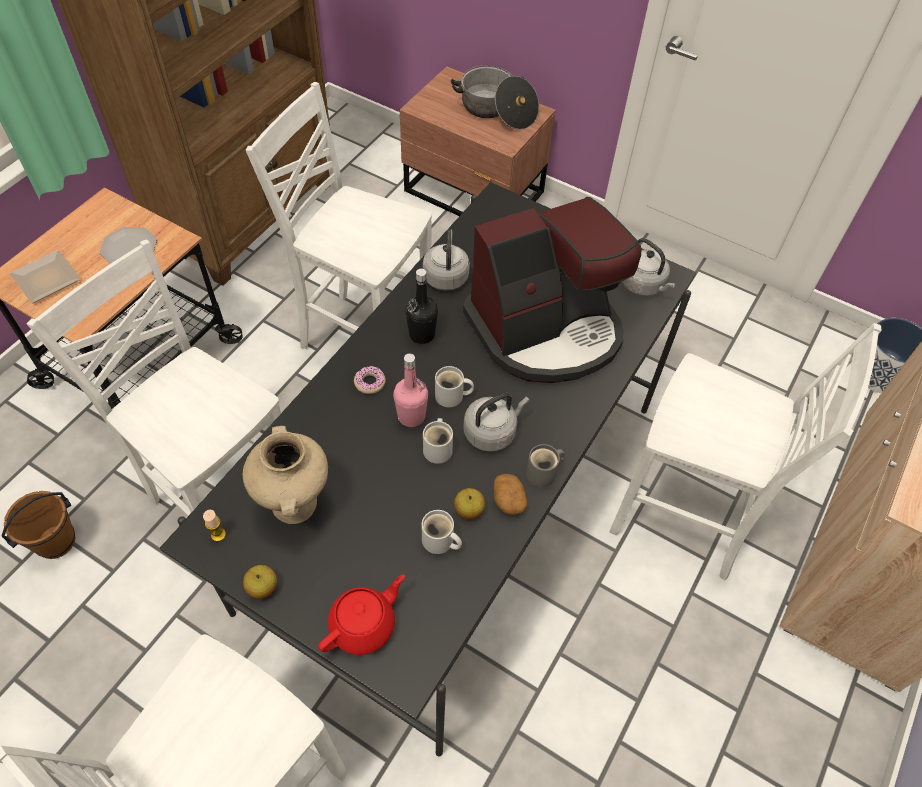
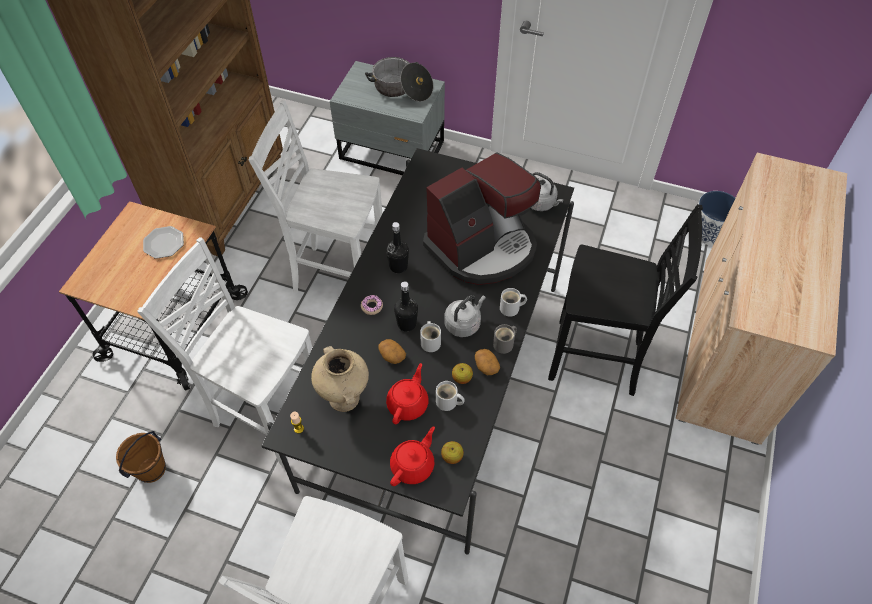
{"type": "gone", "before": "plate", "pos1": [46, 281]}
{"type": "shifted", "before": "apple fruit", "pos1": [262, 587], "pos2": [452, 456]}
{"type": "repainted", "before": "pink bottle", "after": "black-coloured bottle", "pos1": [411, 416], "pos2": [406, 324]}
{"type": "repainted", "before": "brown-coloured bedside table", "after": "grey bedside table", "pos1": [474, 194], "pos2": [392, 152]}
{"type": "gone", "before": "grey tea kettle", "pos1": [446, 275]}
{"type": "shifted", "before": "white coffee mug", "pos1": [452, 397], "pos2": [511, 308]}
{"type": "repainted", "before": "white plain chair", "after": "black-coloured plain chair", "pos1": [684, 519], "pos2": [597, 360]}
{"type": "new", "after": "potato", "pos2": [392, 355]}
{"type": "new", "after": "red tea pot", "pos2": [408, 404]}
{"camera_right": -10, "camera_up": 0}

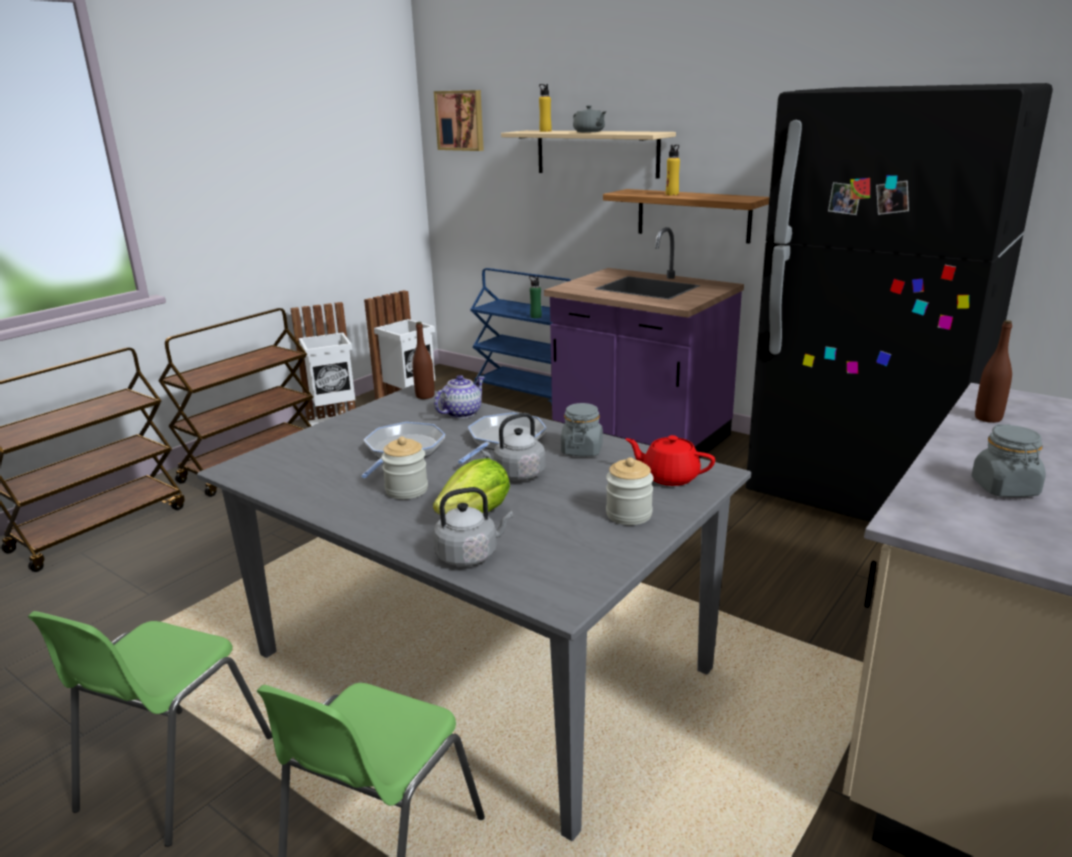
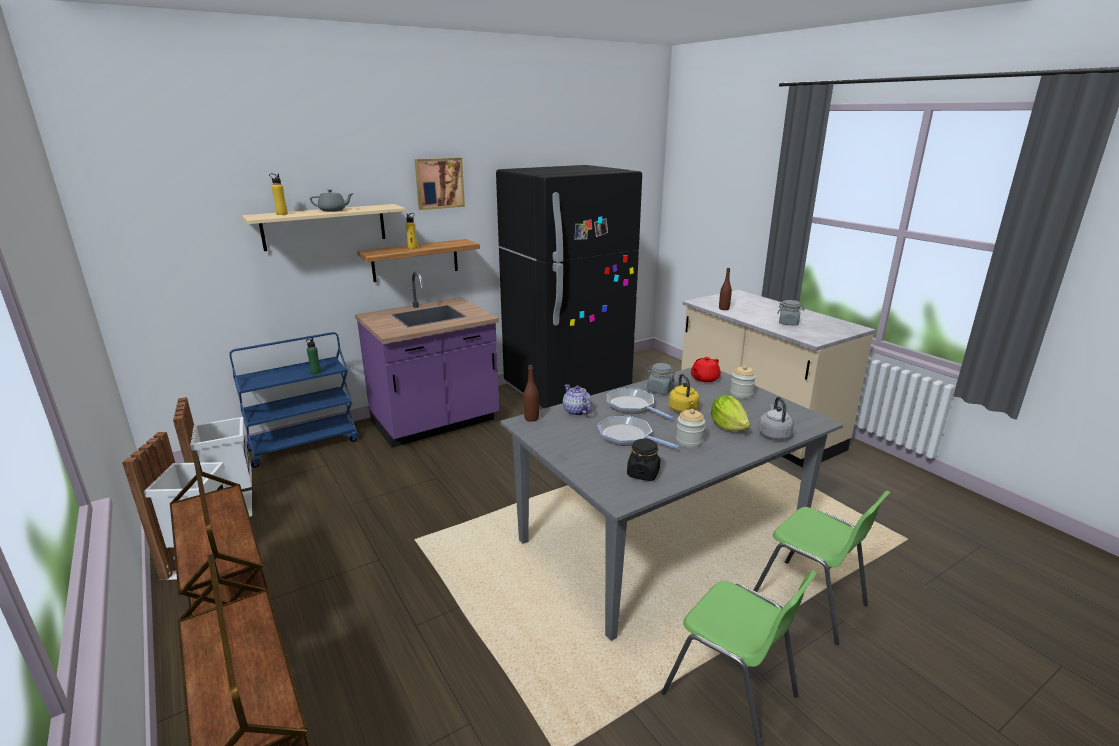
{"type": "shifted", "before": "wall picture", "pos1": [460, 120], "pos2": [439, 183]}
{"type": "repainted", "before": "grey tea kettle", "after": "yellowish tea kettle", "pos1": [517, 475], "pos2": [683, 410]}
{"type": "new", "after": "black-coloured preserve jar", "pos2": [643, 473]}
{"camera_right": -70, "camera_up": 0}

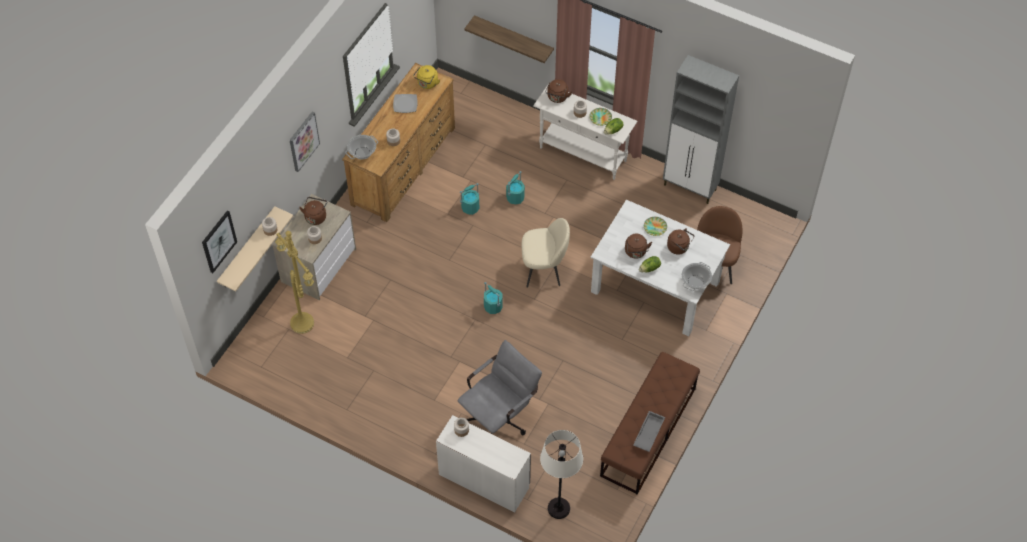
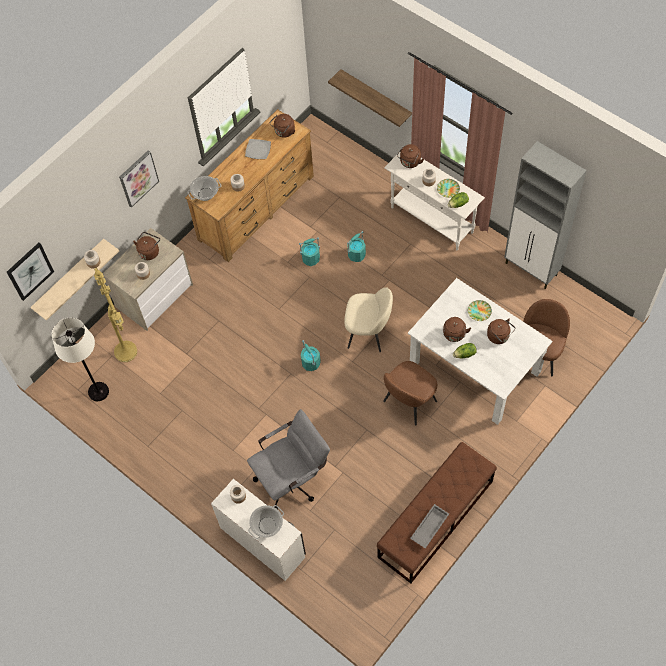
{"type": "repainted", "before": "yellowish tea kettle", "after": "brown-coloured tea kettle", "pos1": [427, 84], "pos2": [284, 132]}
{"type": "shifted", "before": "white floor lamp", "pos1": [558, 508], "pos2": [98, 391]}
{"type": "shifted", "before": "cooking pot", "pos1": [695, 282], "pos2": [267, 525]}
{"type": "new", "after": "brown-coloured plain chair", "pos2": [409, 402]}
{"camera_right": 15, "camera_up": 5}

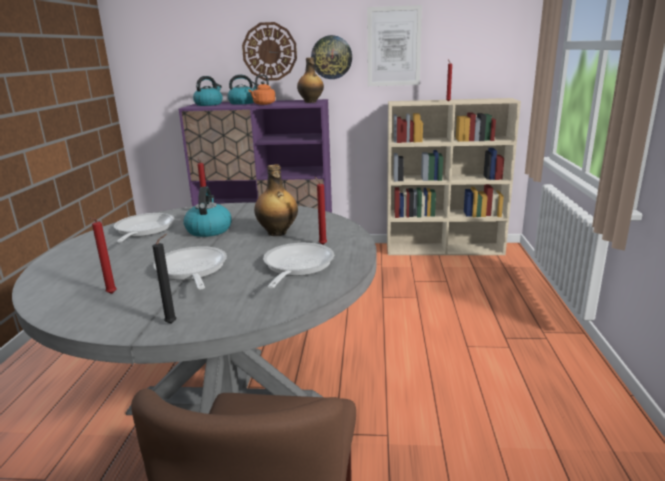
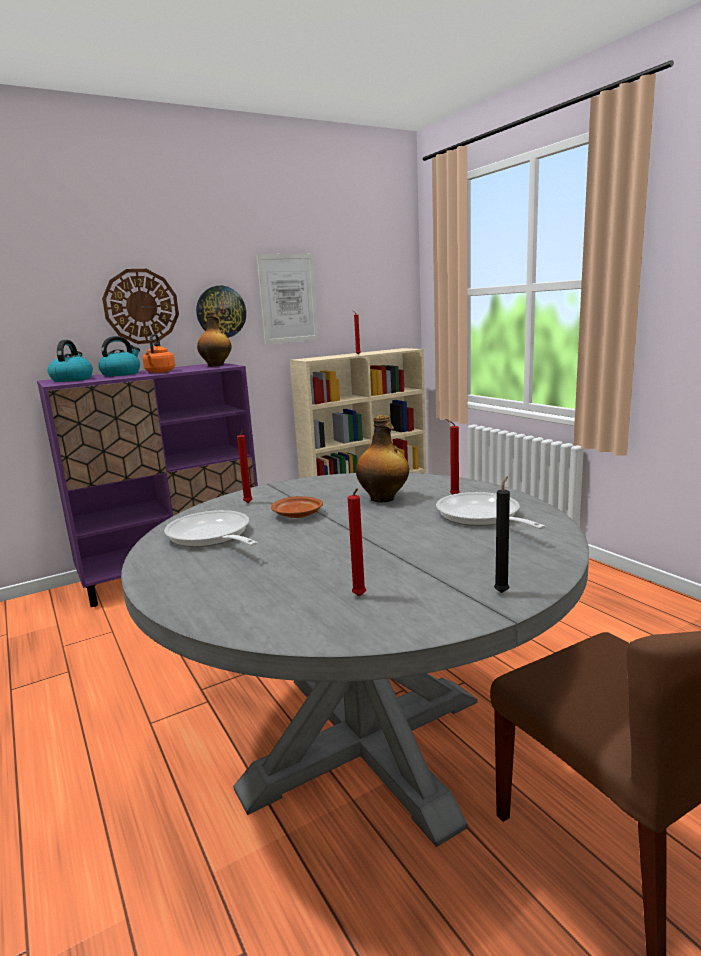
{"type": "gone", "before": "pan", "pos1": [192, 271]}
{"type": "swapped", "before": "tea kettle", "after": "brown-coloured plate", "pos1": [209, 230], "pos2": [298, 515]}
{"camera_right": -35, "camera_up": -5}

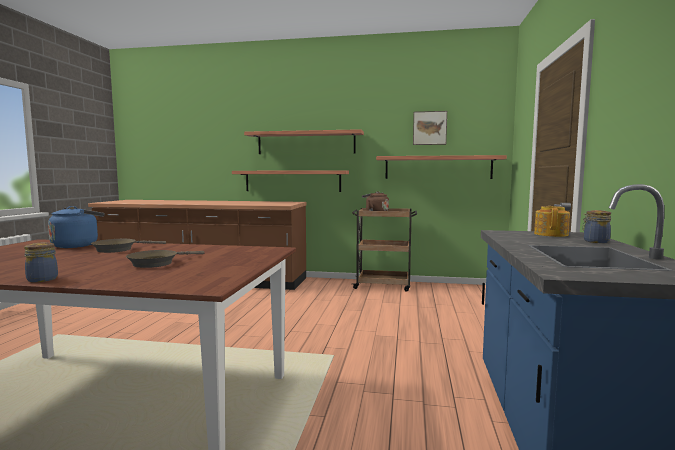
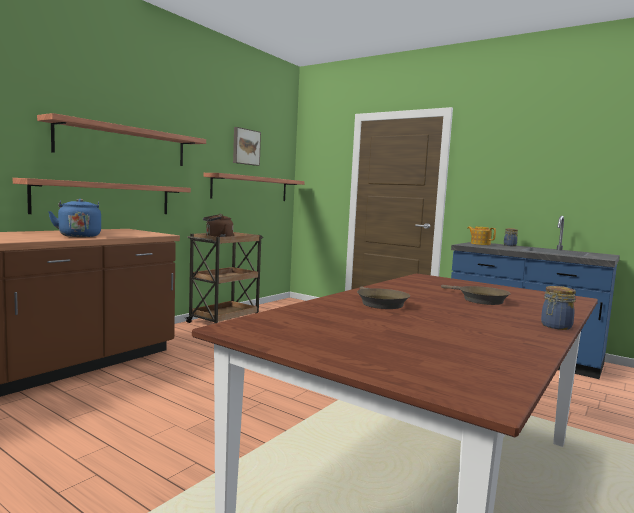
{"type": "shifted", "before": "blue tea kettle", "pos1": [78, 245], "pos2": [79, 236]}
{"camera_right": -65, "camera_up": 0}

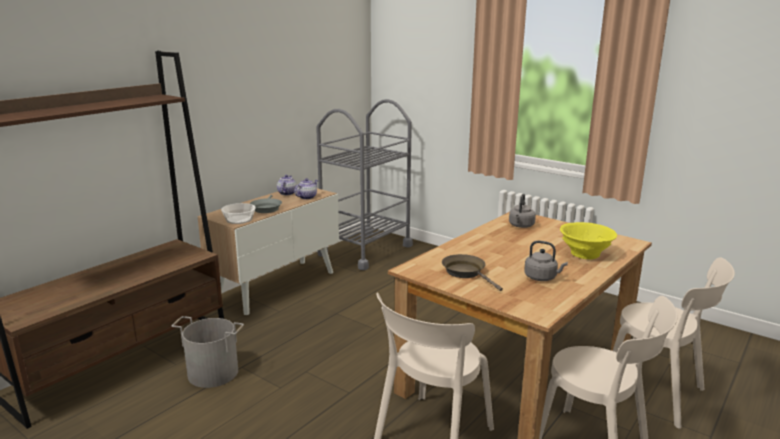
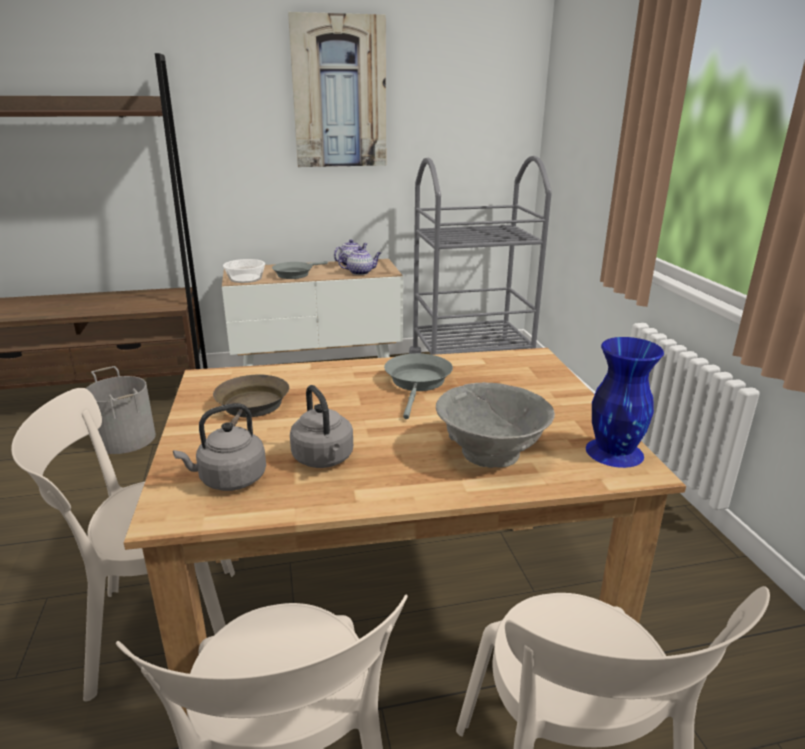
{"type": "shifted", "before": "grey tea kettle", "pos1": [521, 226], "pos2": [229, 480]}
{"type": "repainted", "before": "yellowish bowl", "after": "grey bowl", "pos1": [585, 254], "pos2": [491, 452]}
{"type": "new", "after": "wall picture", "pos2": [339, 93]}
{"type": "new", "after": "grey pan", "pos2": [418, 383]}
{"type": "new", "after": "blue decorative vase", "pos2": [613, 451]}
{"camera_right": 40, "camera_up": 5}

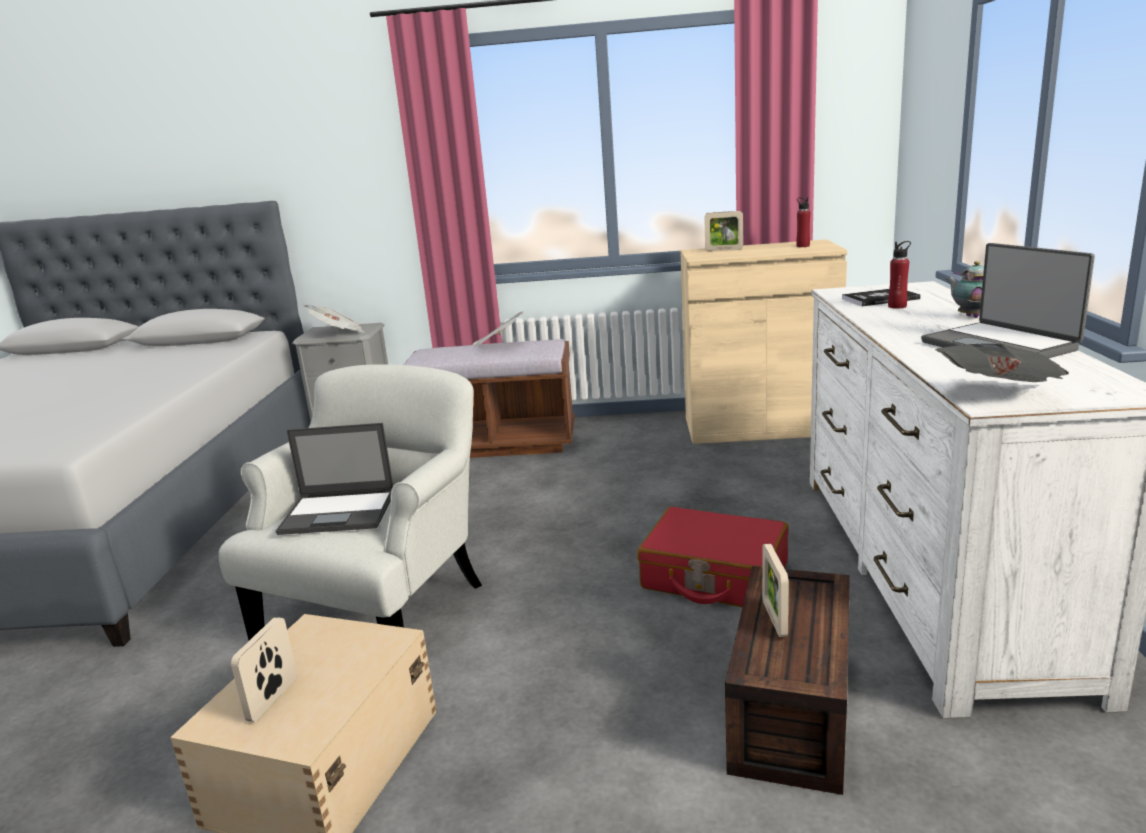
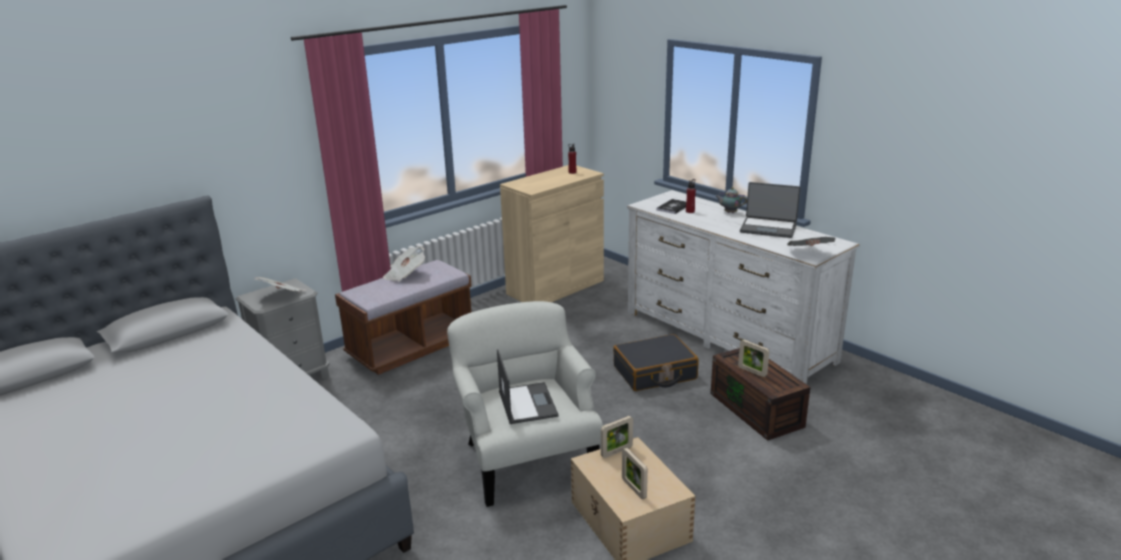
{"type": "rotated", "before": "laptop", "pos1": [340, 513], "pos2": [527, 403], "turn": -60}
{"type": "repainted", "before": "red piece of luggage", "after": "black-coloured piece of luggage", "pos1": [714, 576], "pos2": [654, 373]}
{"type": "shifted", "before": "picture frame", "pos1": [724, 250], "pos2": [616, 451]}
{"camera_right": -45, "camera_up": 5}

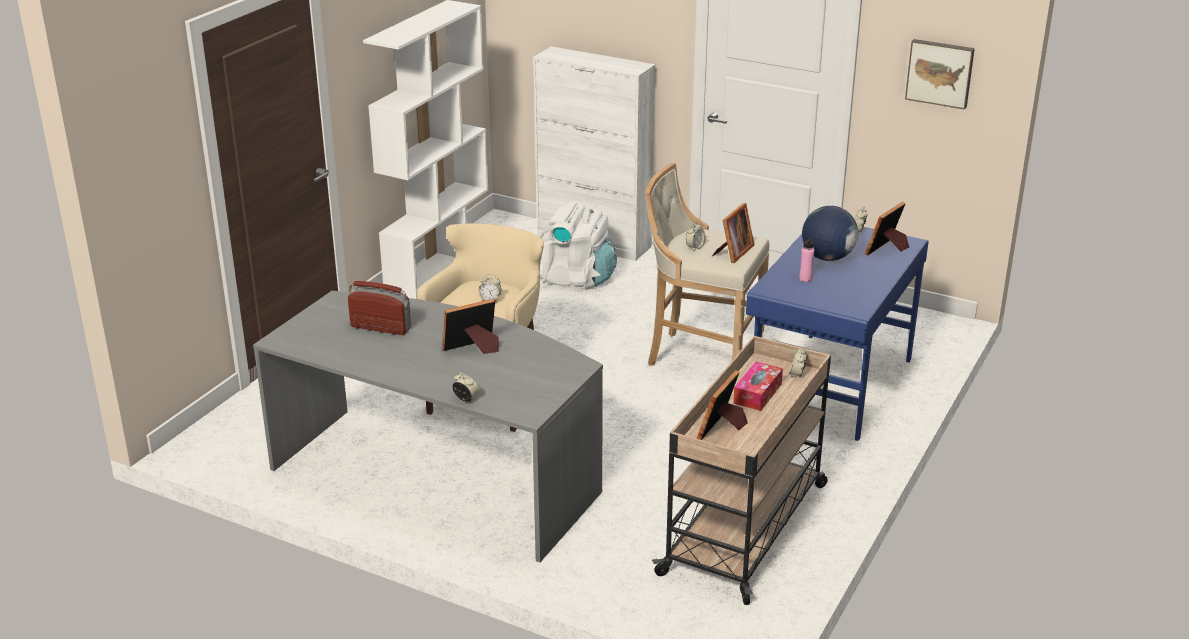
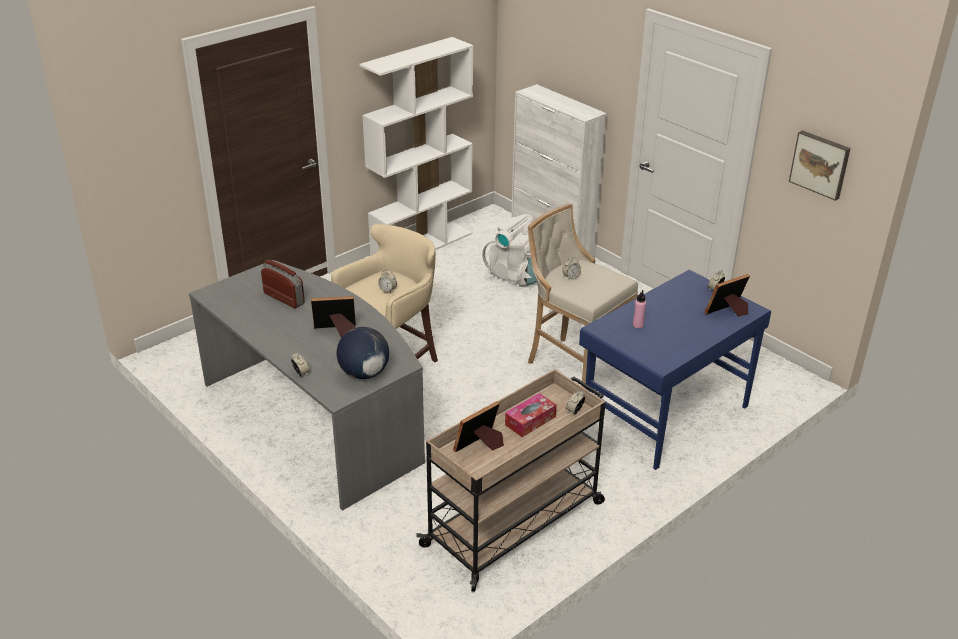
{"type": "gone", "before": "picture frame", "pos1": [733, 253]}
{"type": "shifted", "before": "globe", "pos1": [827, 258], "pos2": [364, 373]}
{"camera_right": 20, "camera_up": 5}

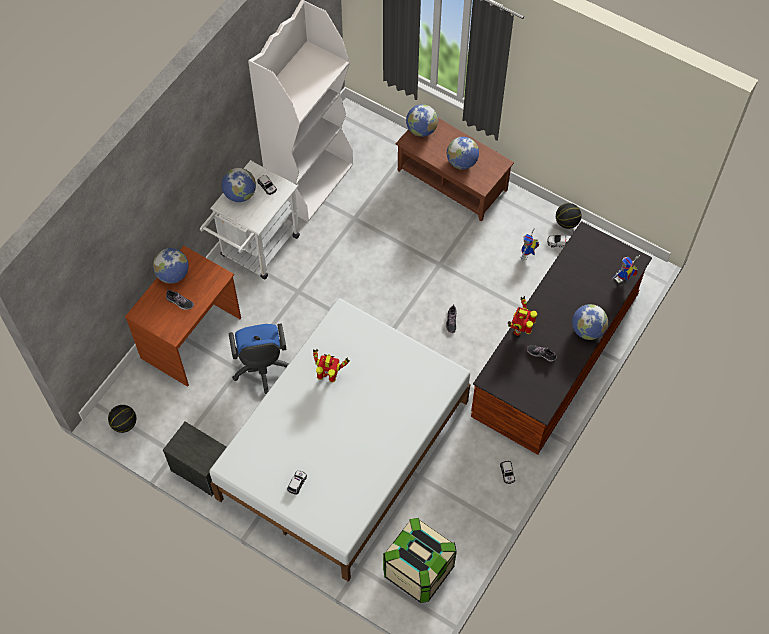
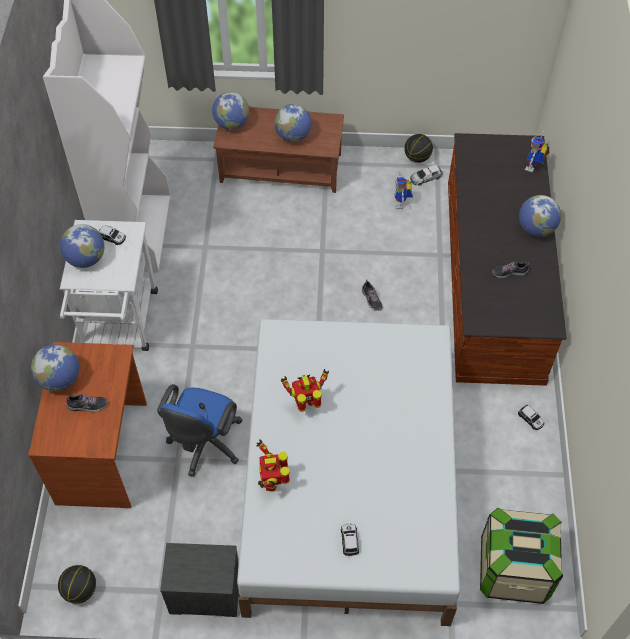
{"type": "rotated", "before": "blue desk chair", "pos1": [262, 369], "pos2": [204, 445], "turn": 60}
{"type": "shifted", "before": "model robot", "pos1": [520, 329], "pos2": [272, 482]}
{"camera_right": -30, "camera_up": -5}

